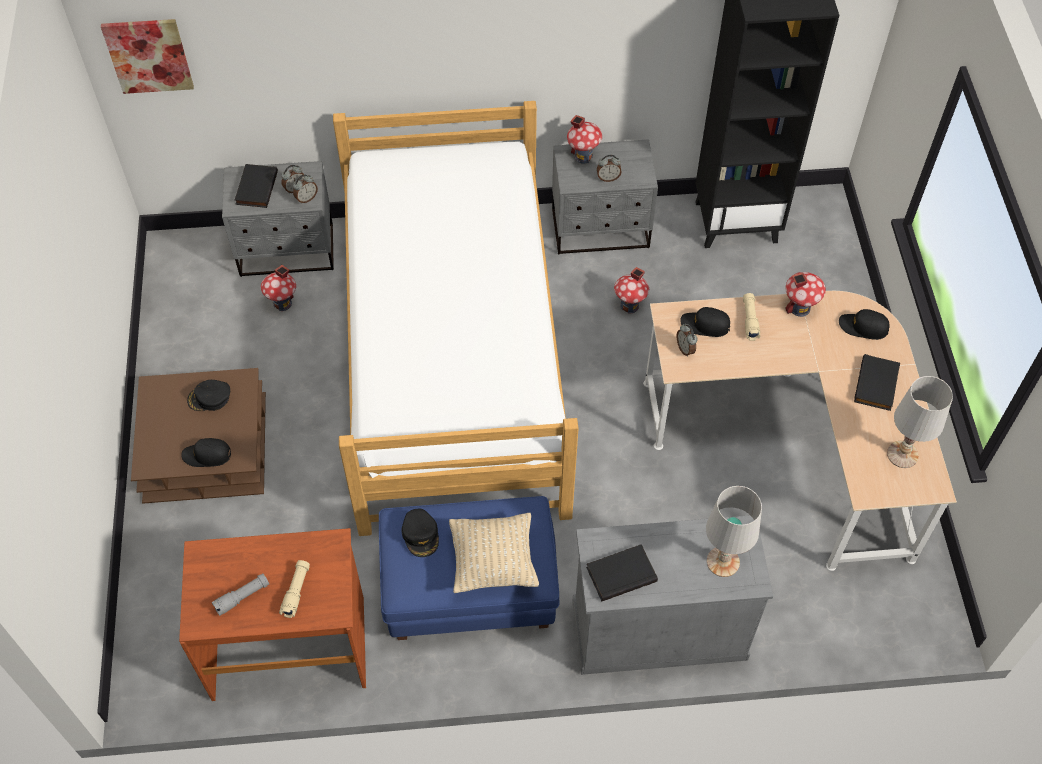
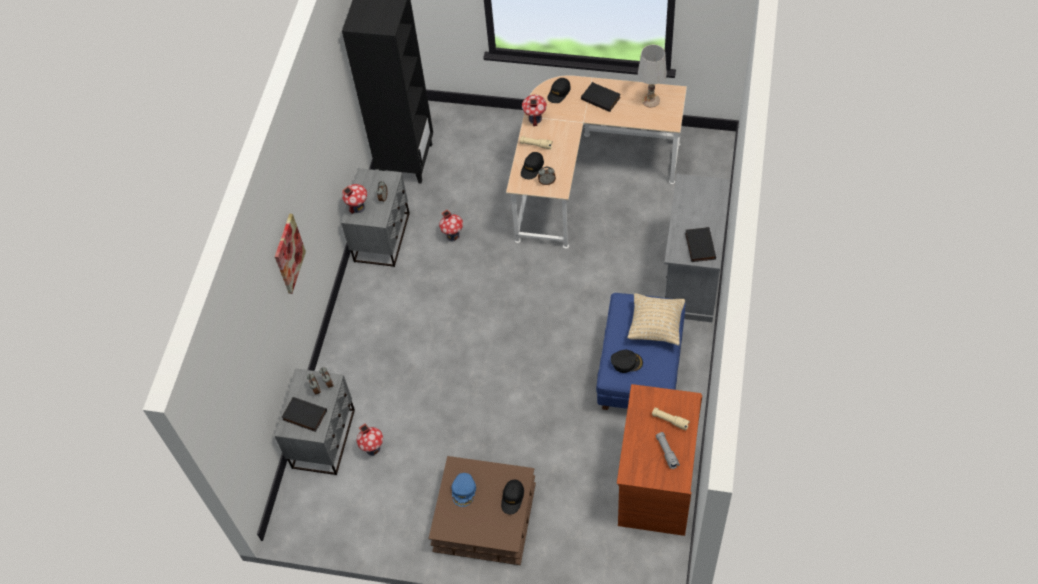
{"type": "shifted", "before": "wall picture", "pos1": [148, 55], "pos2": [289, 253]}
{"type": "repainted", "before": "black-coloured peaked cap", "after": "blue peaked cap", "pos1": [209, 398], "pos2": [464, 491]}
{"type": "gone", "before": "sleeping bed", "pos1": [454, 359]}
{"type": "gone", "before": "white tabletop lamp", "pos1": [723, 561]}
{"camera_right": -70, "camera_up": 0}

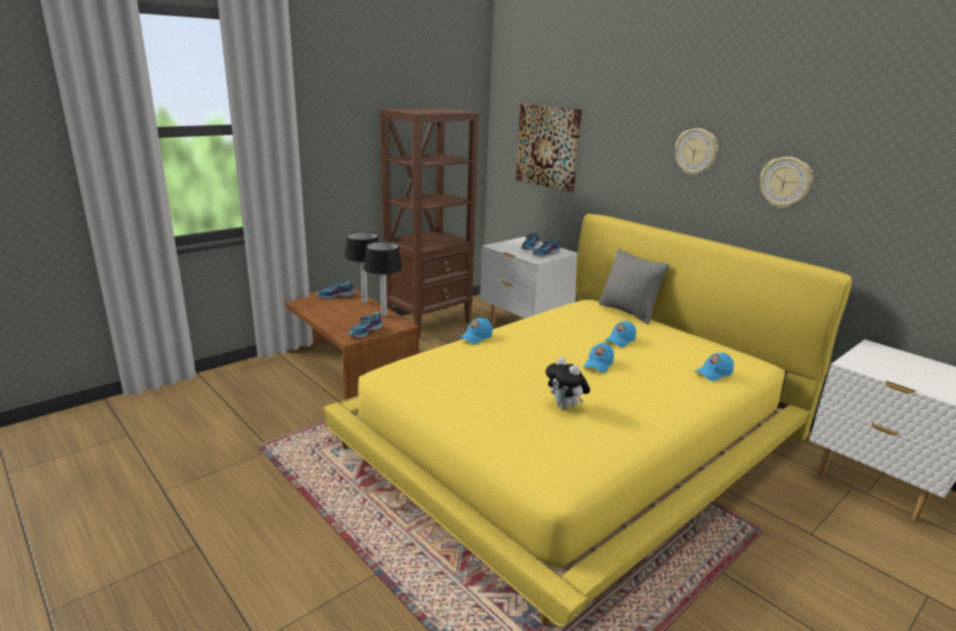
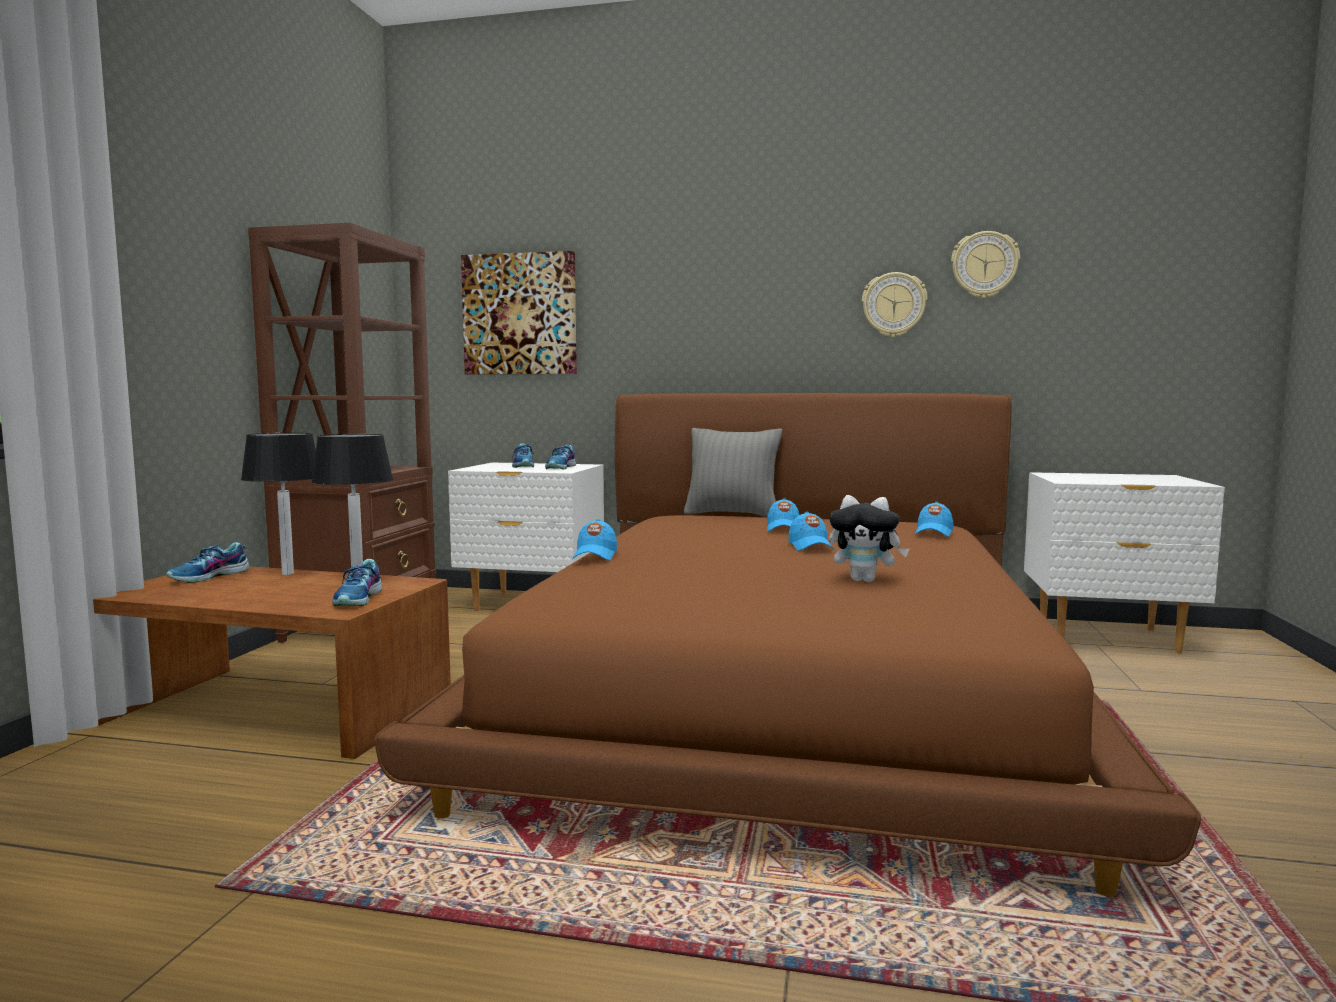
{"type": "repainted", "before": "yellowish sleeping bed", "after": "brown-coloured sleeping bed", "pos1": [576, 437], "pos2": [783, 687]}
{"type": "shifted", "before": "wall clock", "pos1": [696, 152], "pos2": [984, 265]}
{"camera_right": -35, "camera_up": -15}

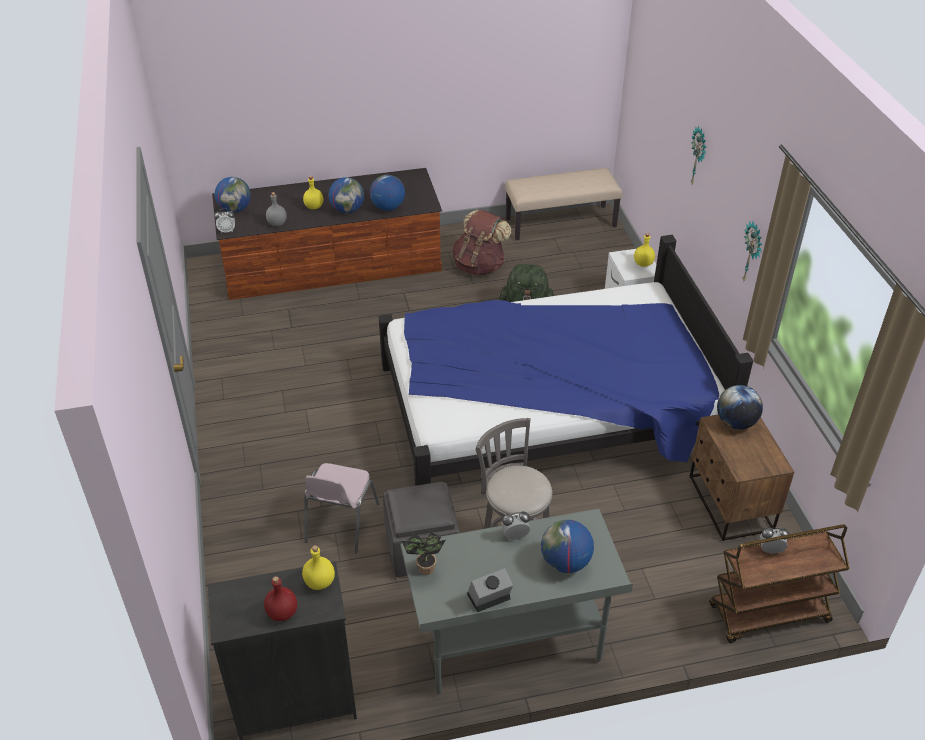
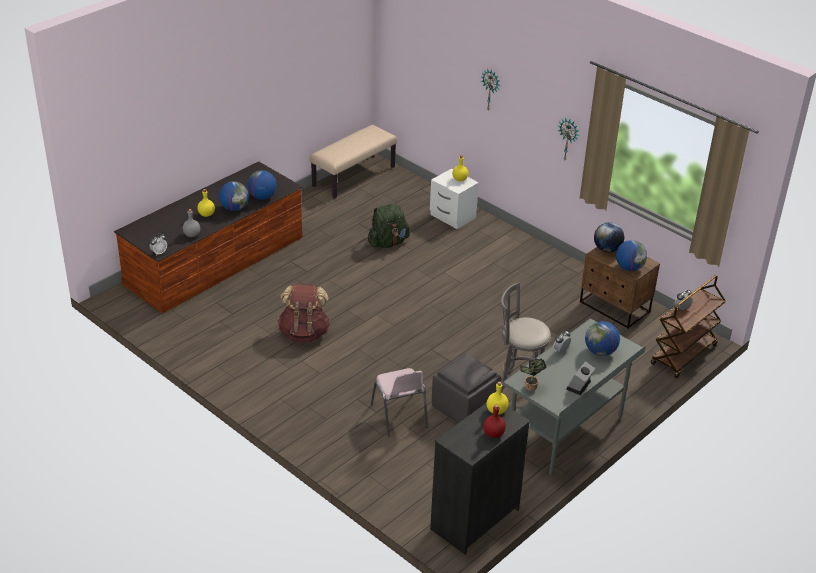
{"type": "shifted", "before": "globe", "pos1": [235, 209], "pos2": [629, 267]}
{"type": "gone", "before": "sleeping bed", "pos1": [549, 407]}
{"type": "shifted", "before": "brown-coloured knapsack", "pos1": [479, 266], "pos2": [304, 333]}
{"camera_right": -35, "camera_up": -5}

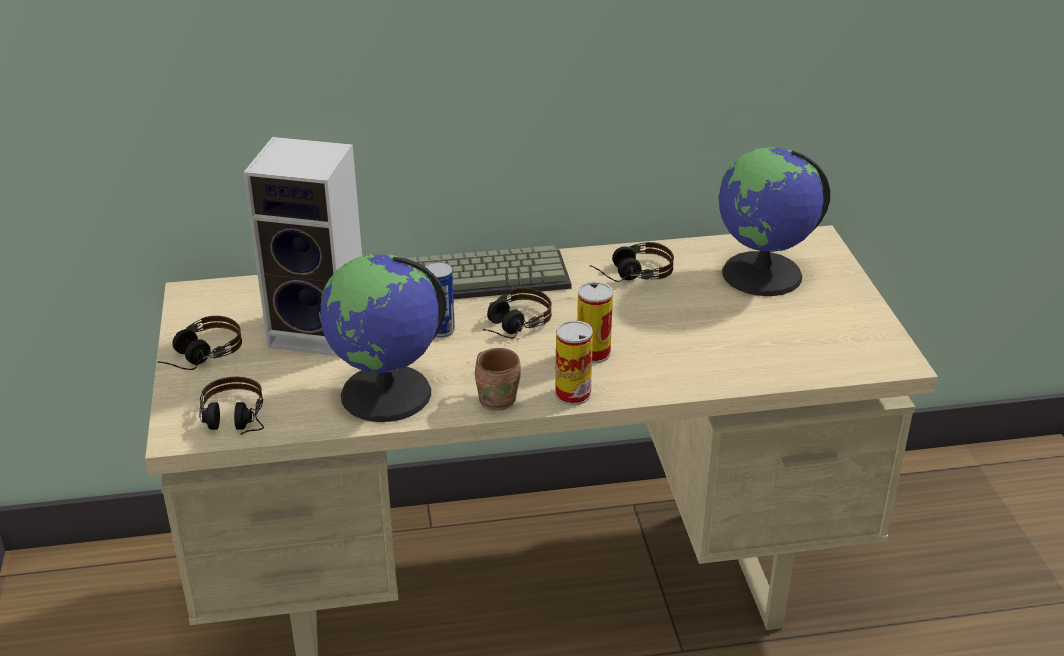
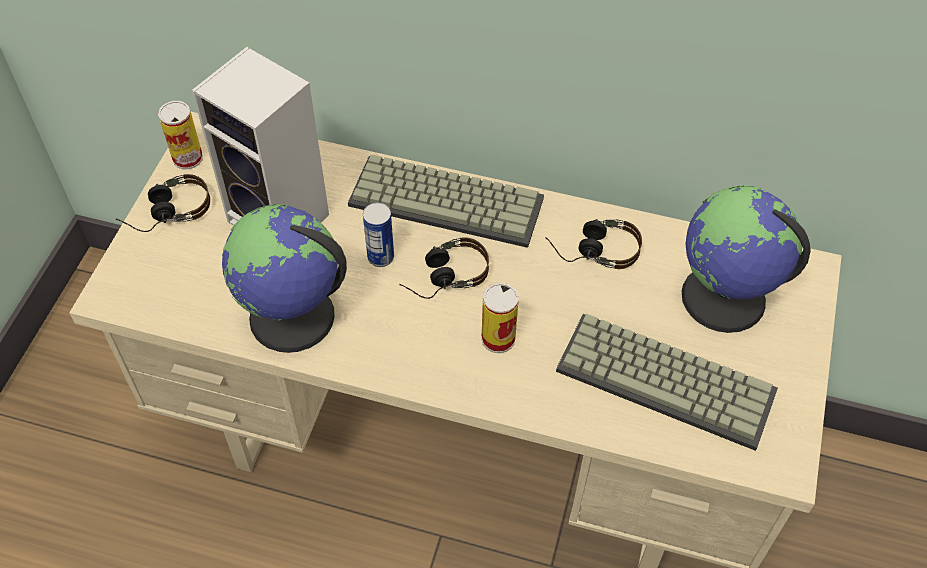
{"type": "gone", "before": "headphones", "pos1": [234, 425]}
{"type": "gone", "before": "brown-coloured coffee mug", "pos1": [497, 399]}
{"type": "shifted", "before": "metal can", "pos1": [573, 394], "pos2": [187, 158]}
{"type": "new", "after": "keyboard", "pos2": [668, 379]}
{"camera_right": 25, "camera_up": 20}

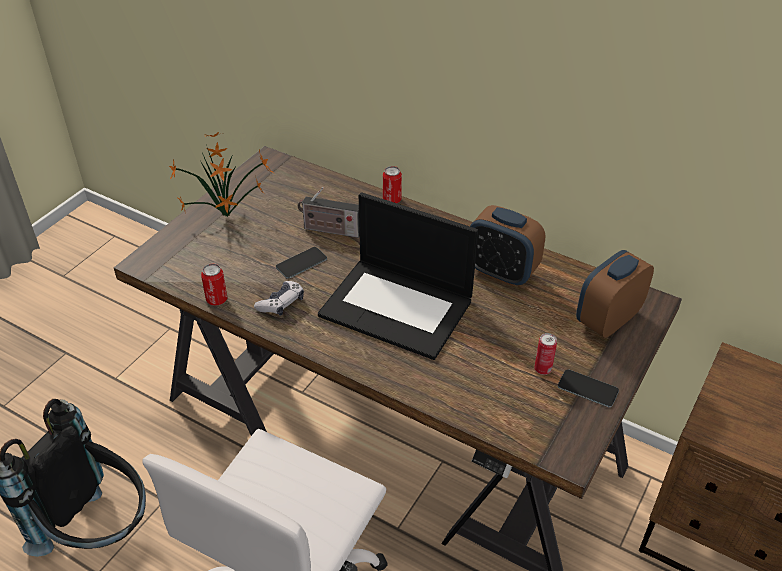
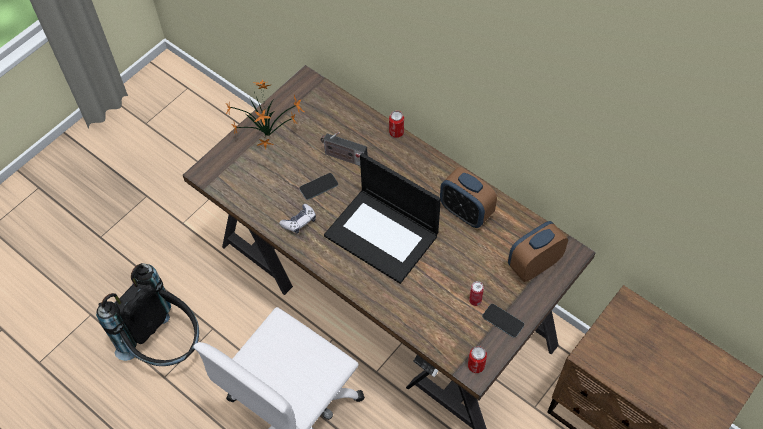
{"type": "shifted", "before": "metal can", "pos1": [217, 299], "pos2": [476, 366]}
{"camera_right": 10, "camera_up": 15}

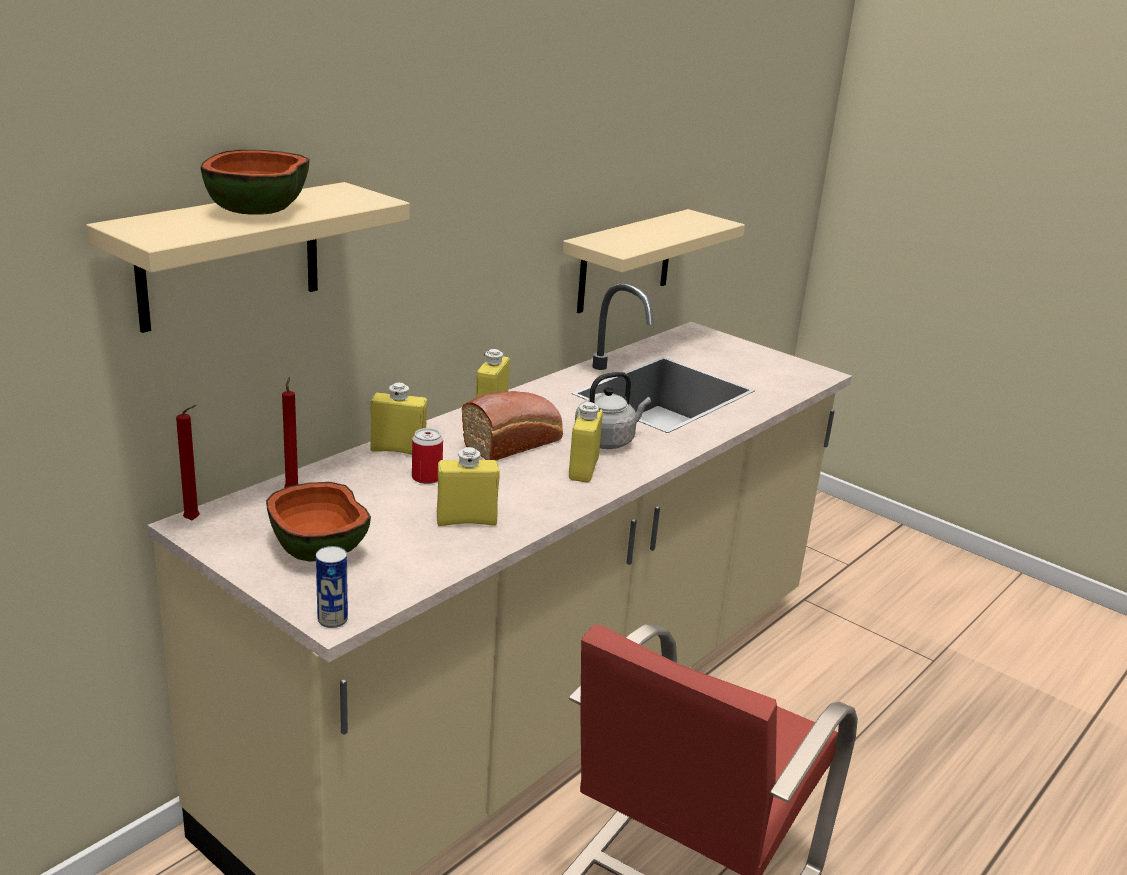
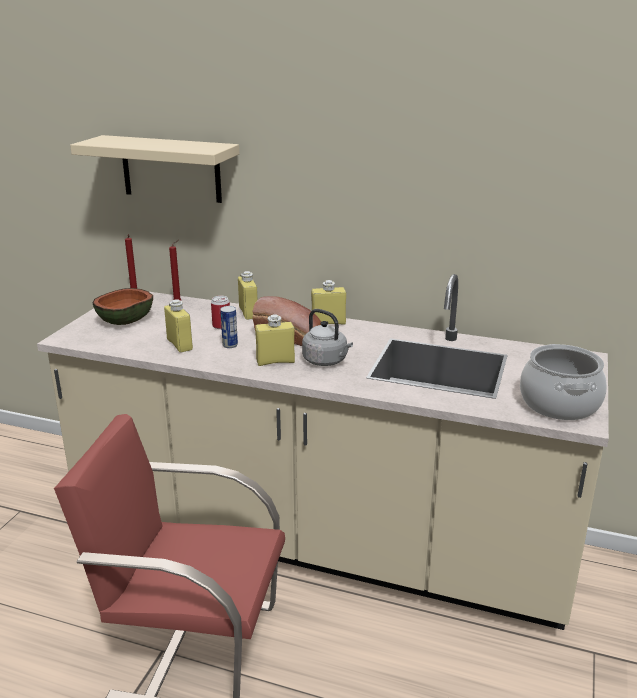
{"type": "gone", "before": "bowl", "pos1": [259, 211]}
{"type": "shifted", "before": "metal can", "pos1": [332, 620], "pos2": [230, 345]}
{"type": "gone", "before": "beige-coloured shelf", "pos1": [625, 261]}
{"type": "new", "after": "cooking pot", "pos2": [560, 404]}
{"camera_right": 70, "camera_up": 0}

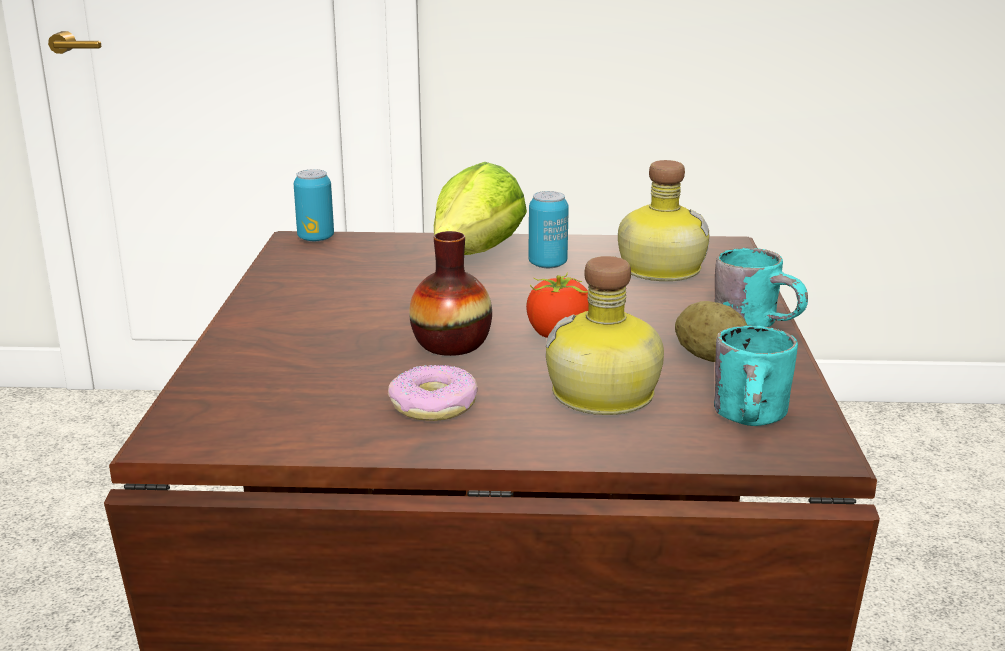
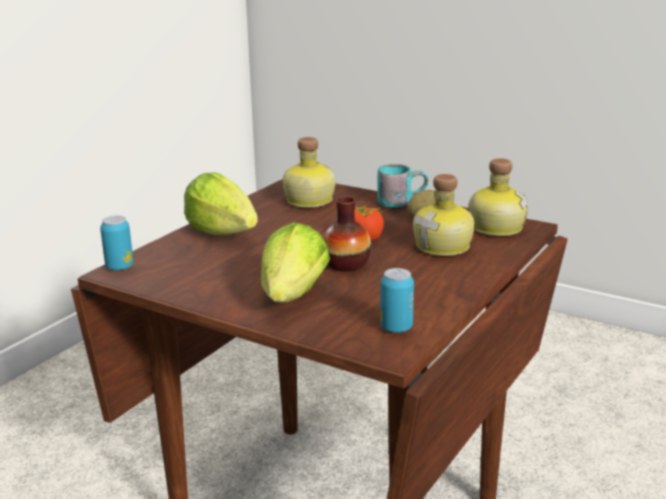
{"type": "gone", "before": "donut", "pos1": [434, 406]}
{"type": "shifted", "before": "metal can", "pos1": [547, 264], "pos2": [396, 328]}
{"type": "swapped", "before": "turquoise coffee mug", "after": "bottle", "pos1": [756, 420], "pos2": [495, 227]}
{"type": "new", "after": "lettuce head", "pos2": [293, 296]}
{"camera_right": -60, "camera_up": 0}

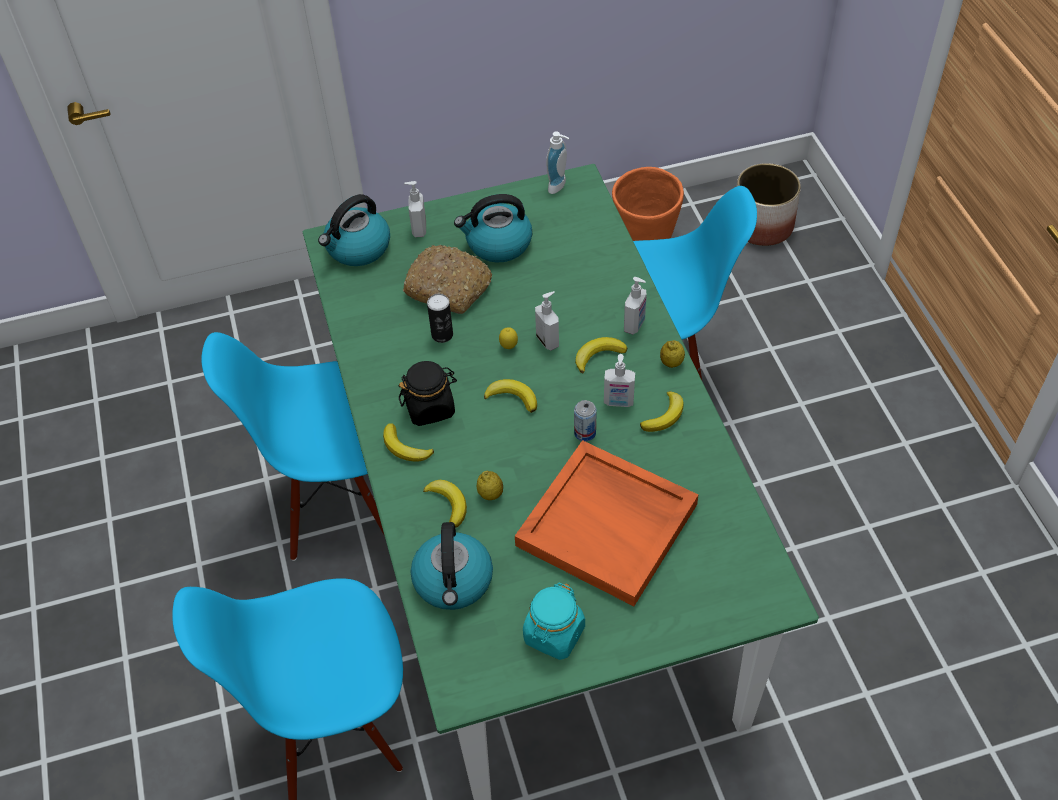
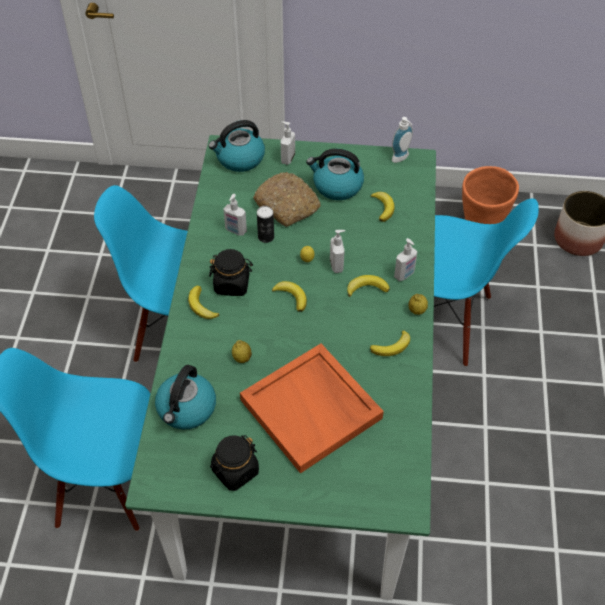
{"type": "shifted", "before": "banana", "pos1": [448, 503], "pos2": [383, 207]}
{"type": "repainted", "before": "turquoise preserve jar", "after": "black-coloured preserve jar", "pos1": [554, 634], "pos2": [235, 471]}
{"type": "gone", "before": "metal can", "pos1": [585, 433]}
{"type": "shifted", "before": "soap dispenser", "pos1": [618, 402], "pos2": [235, 230]}
{"camera_right": 20, "camera_up": 0}

